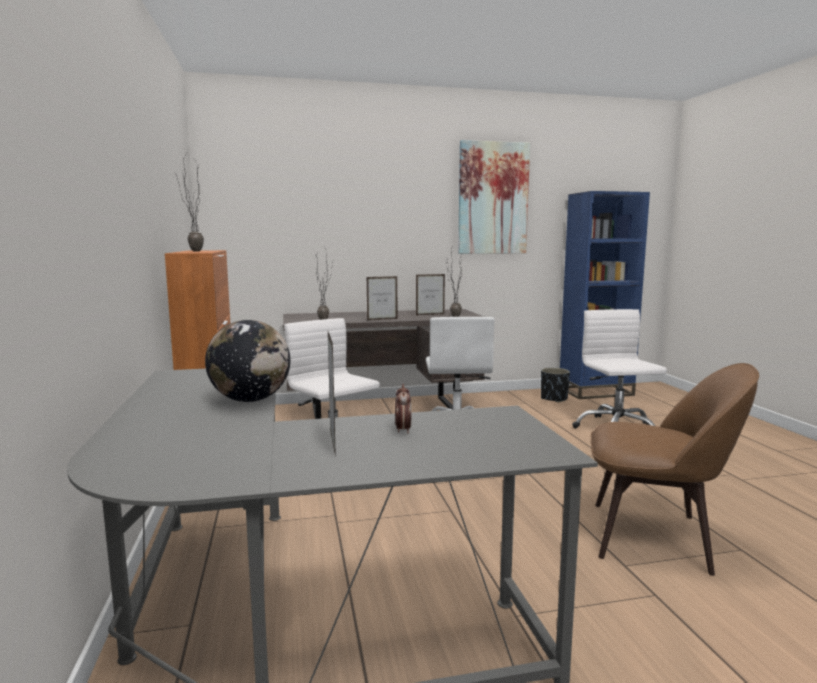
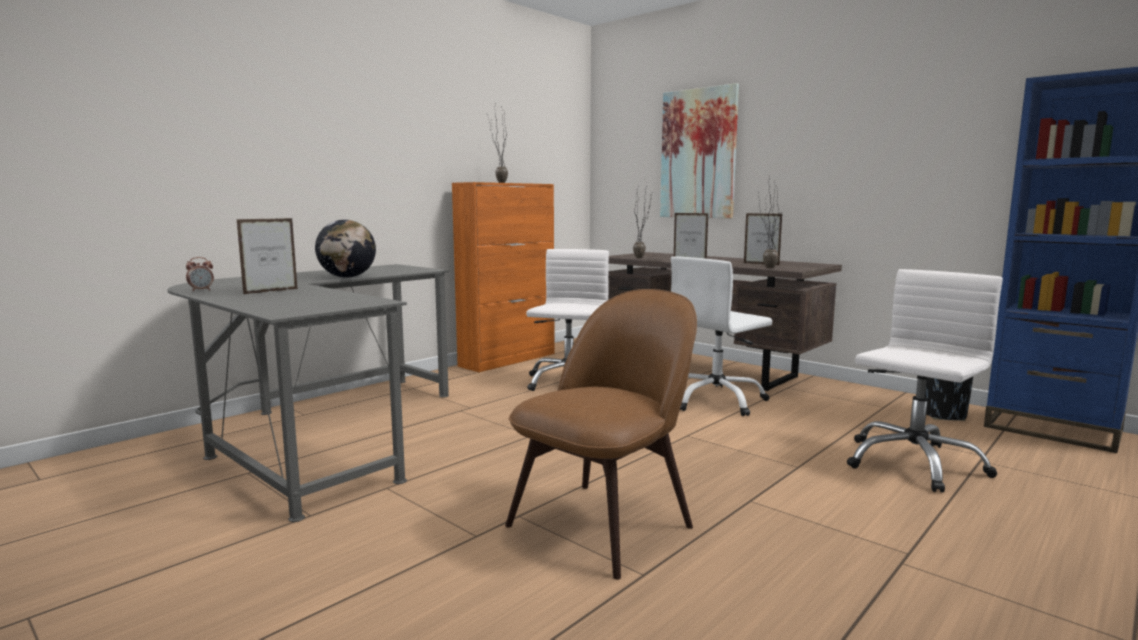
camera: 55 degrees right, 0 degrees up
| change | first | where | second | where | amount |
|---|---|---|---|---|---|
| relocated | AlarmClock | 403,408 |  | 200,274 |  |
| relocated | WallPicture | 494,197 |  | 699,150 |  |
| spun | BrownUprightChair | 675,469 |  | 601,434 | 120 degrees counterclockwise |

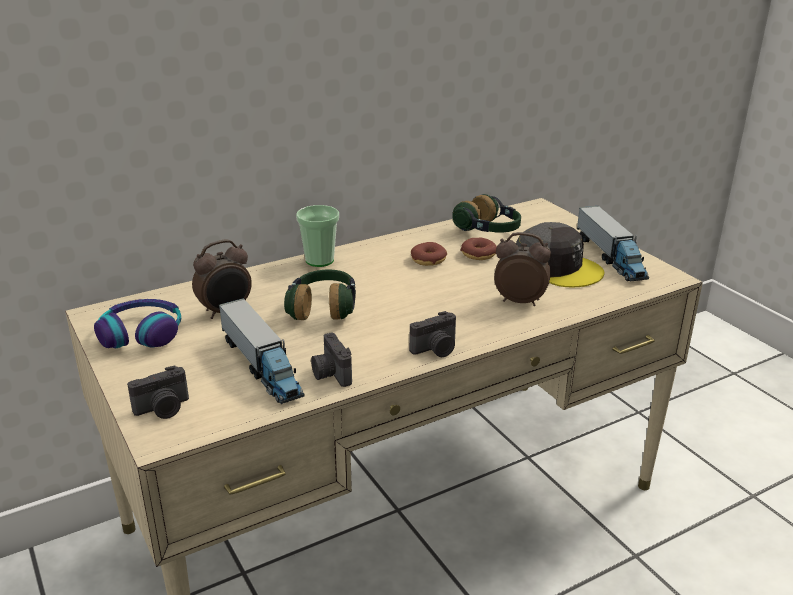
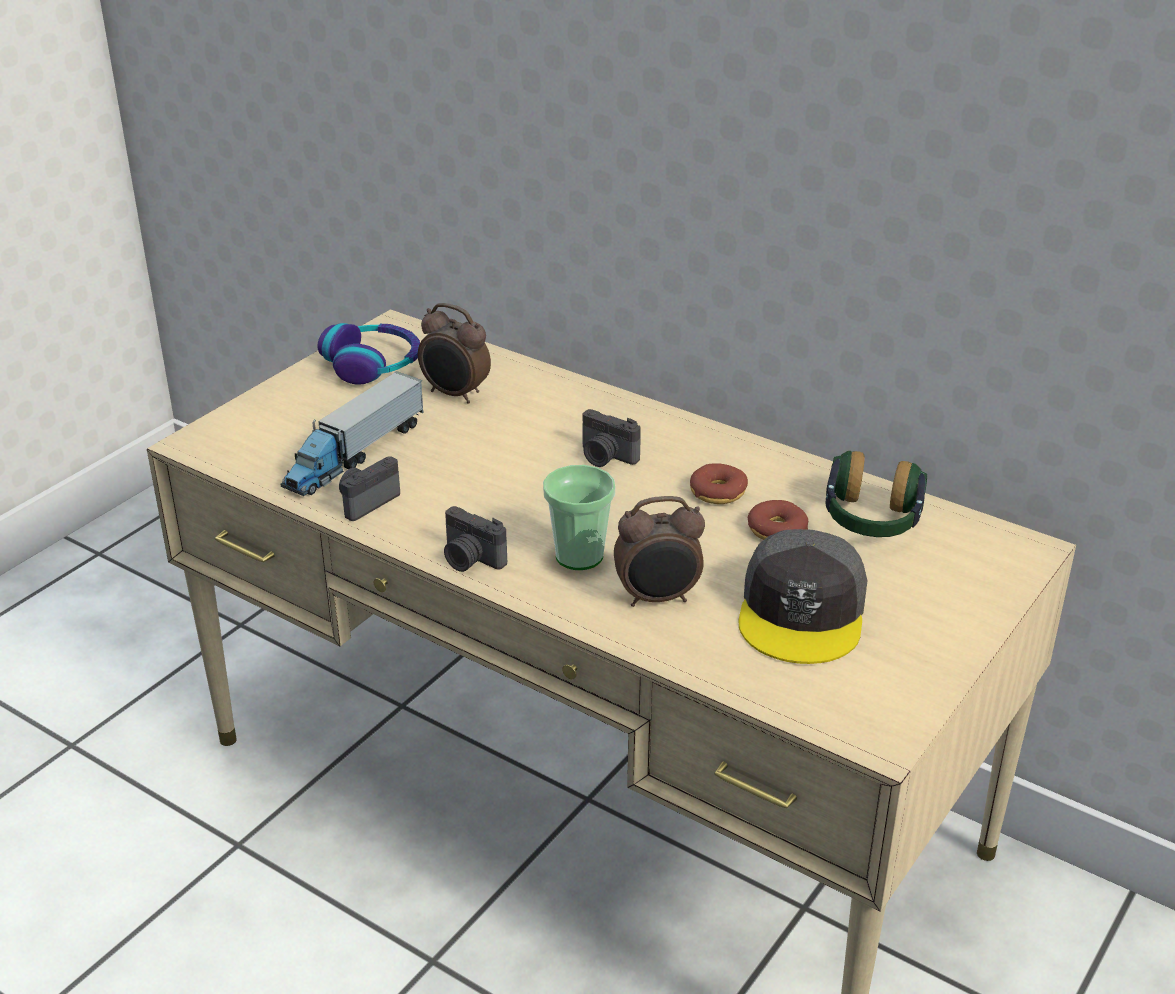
camera: 65 degrees right, 5 degrees up
| change | first | where | second | where | amount |
|---|---|---|---|---|---|
| missing | Headphones | 320,294 |  |  |  |
| missing | ToyTruck | 613,244 |  |  |  |
| relocated | PhotoCamera | 158,392 |  | 611,438 |  |
| relocated | DrinkingCup | 317,236 |  | 579,517 |  |
| spun | AlarmClock | 522,269 |  | 659,551 | 90 degrees clockwise |

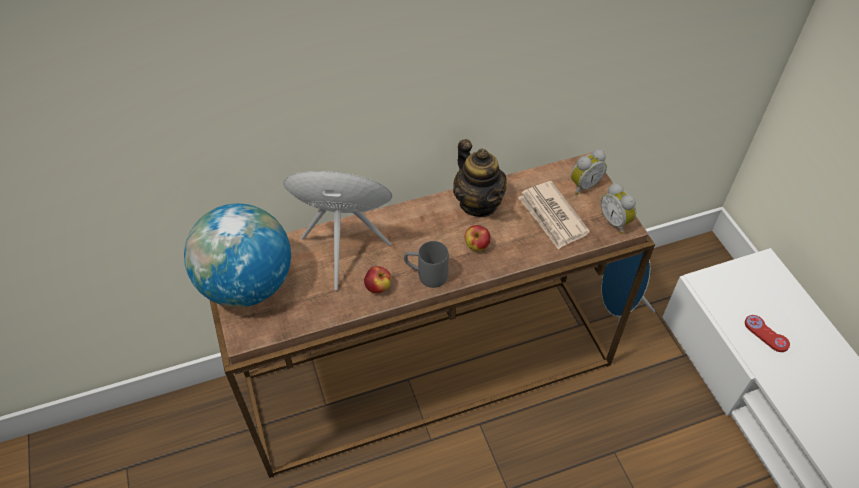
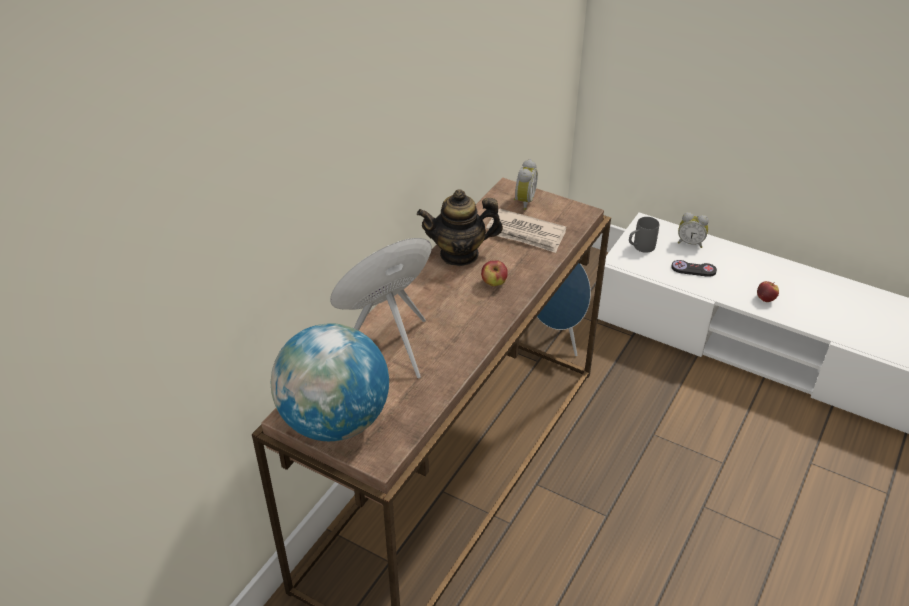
camera: 40 degrees left, 10 degrees down
| change | first | where | second | where | amount |
|---|---|---|---|---|---|
| relocated | WholeApple | 377,280 |  | 768,291 |  |
| relocated | GreyishTeaMug | 426,264 |  | 644,235 |  |
| relocated | AlarmClock | 618,208 |  | 693,230 |  |
| colour | RedGamepad | 767,333 | BlackishGamepad | 694,268 |  |
| spun | Teapot | 480,178 |  | 460,227 | 150 degrees clockwise |

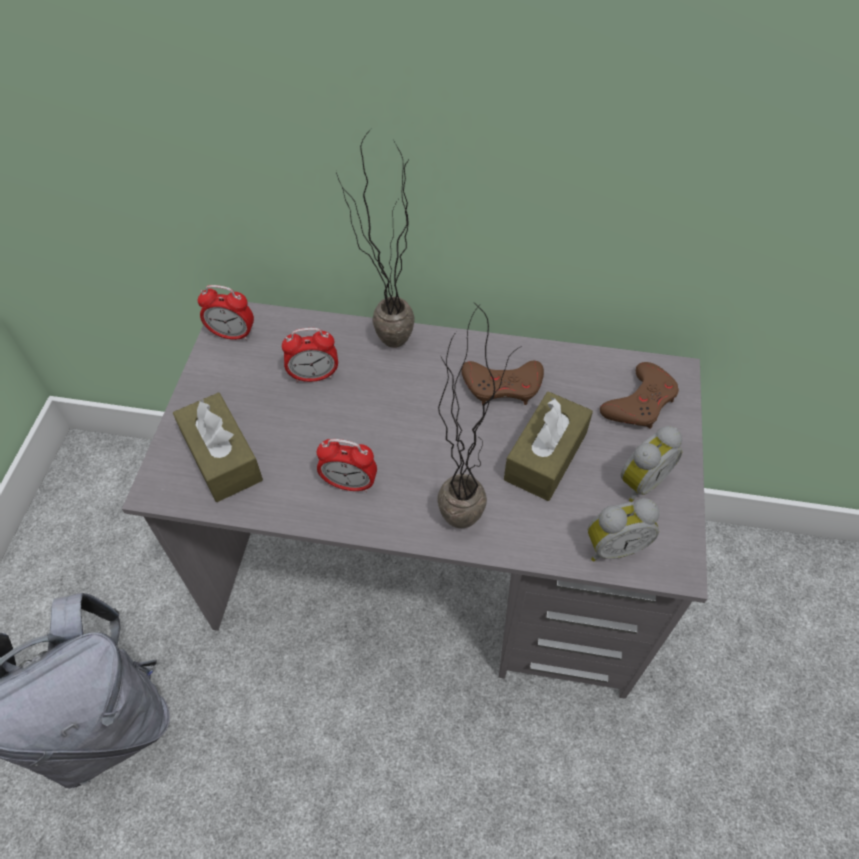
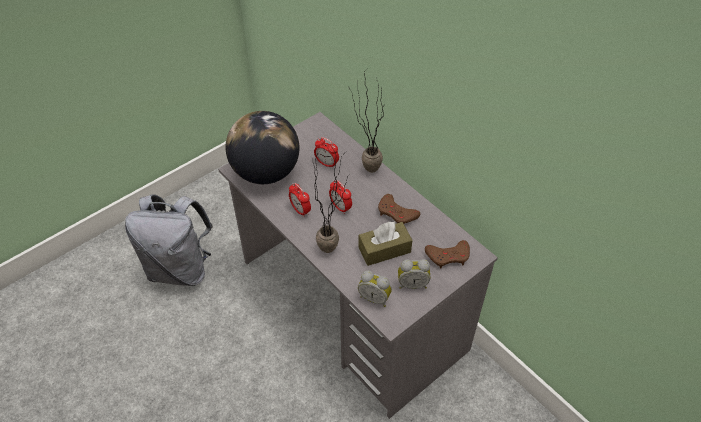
camera: 40 degrees right, 5 degrees down
| change | first | where | second | where | amount |
|---|---|---|---|---|---|
| relocated | AlarmClock | 226,313 |  | 340,197 |  |
| exchanged | BrownBoxOfTissues | 218,447 | DeskGlobe | 263,147 |  |

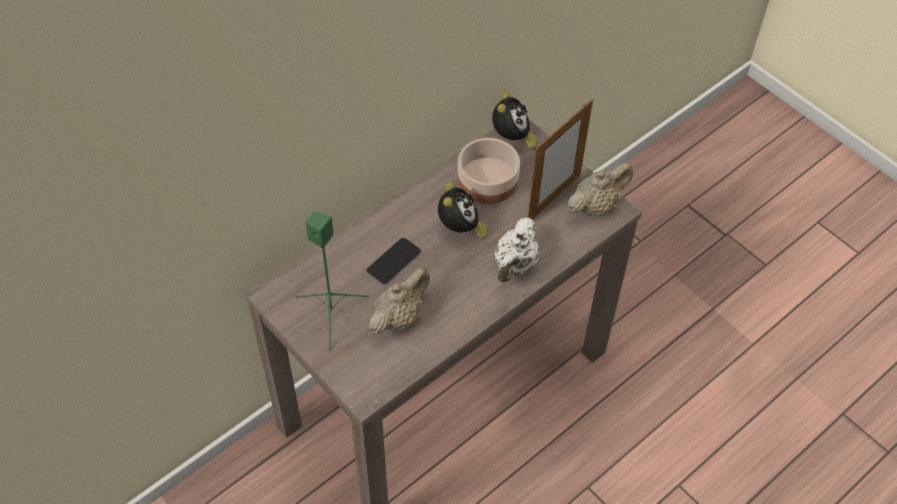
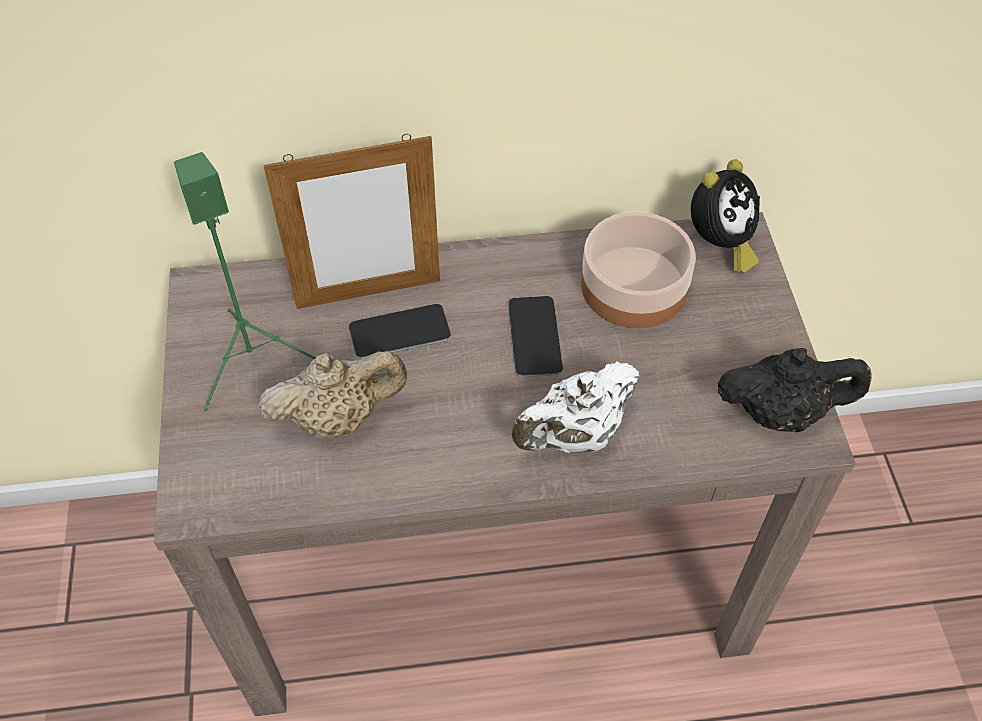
camera: 35 degrees right, 0 degrees up
| change | first | where | second | where | amount |
|---|---|---|---|---|---|
| relocated | PictureFrame | 560,159 |  | 352,221 |  |
| exchanged | AlarmClock | 462,210 | Telephone | 535,336 |  |
| colour | SandColouredTeapot | 600,189 | BlackishTeapot | 795,390 |  |

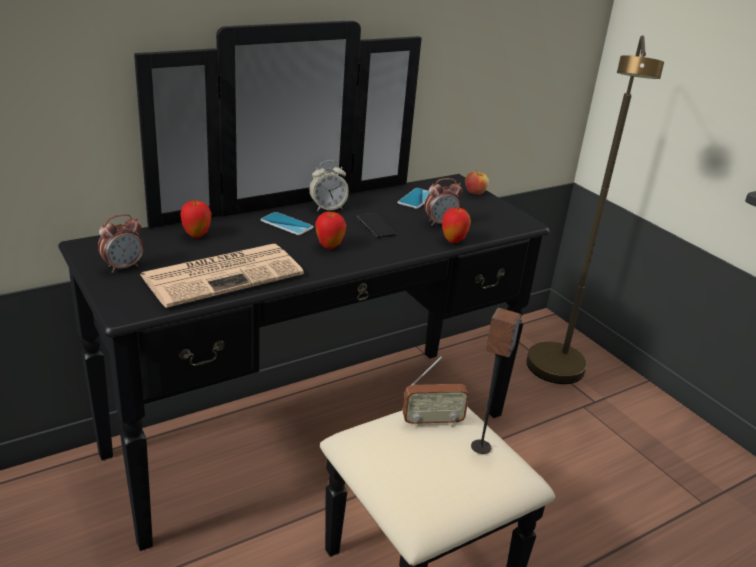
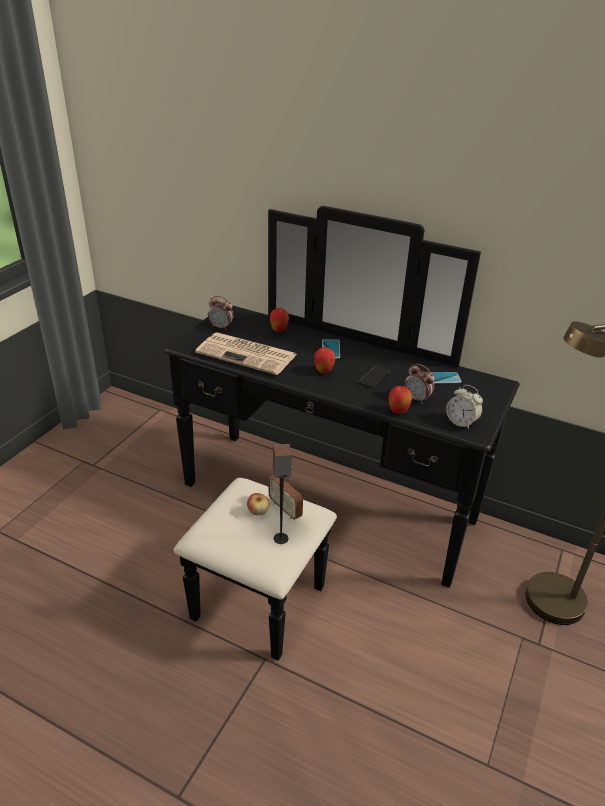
camera: 60 degrees right, 5 degrees up
| change | first | where | second | where | amount |
|---|---|---|---|---|---|
| relocated | AlarmClock | 329,185 |  | 464,407 |  |
| relocated | WholeApple | 477,182 |  | 258,504 |  |

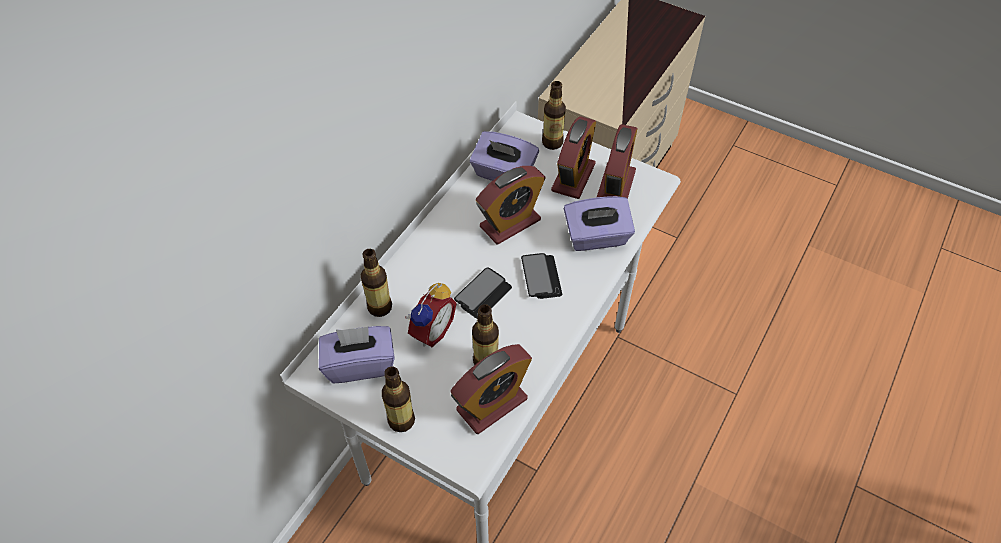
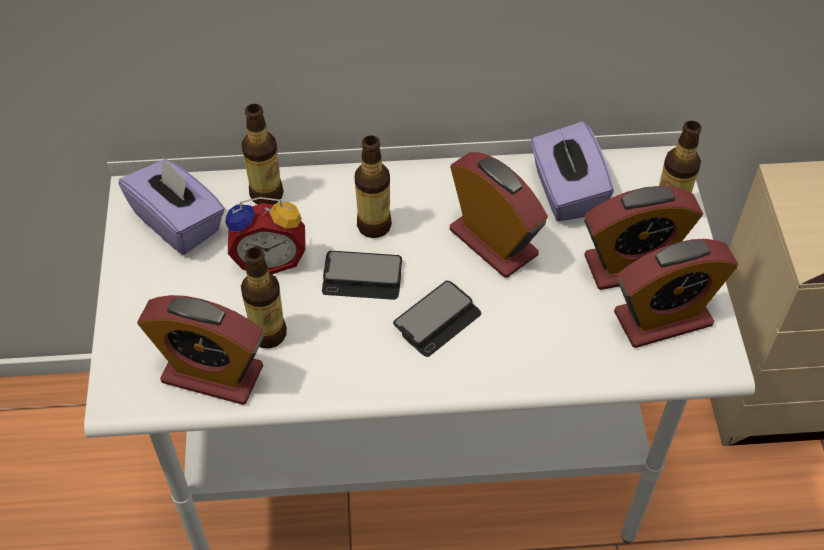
camera: 55 degrees right, 0 degrees up
| change | first | where | second | where | amount |
|---|---|---|---|---|---|
| missing | PurpleColouredBoxOfTissues | 599,223 |  |  |  |
| relocated | BeverageBottle | 398,399 |  | 373,186 |  |
| spun | AlarmClock | 510,205 |  | 499,215 | 150 degrees counterclockwise |

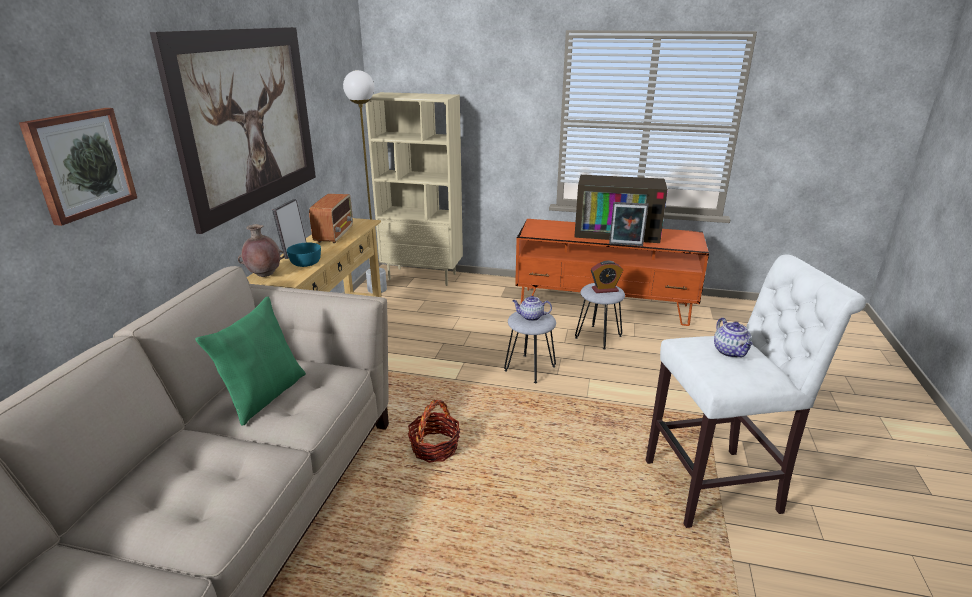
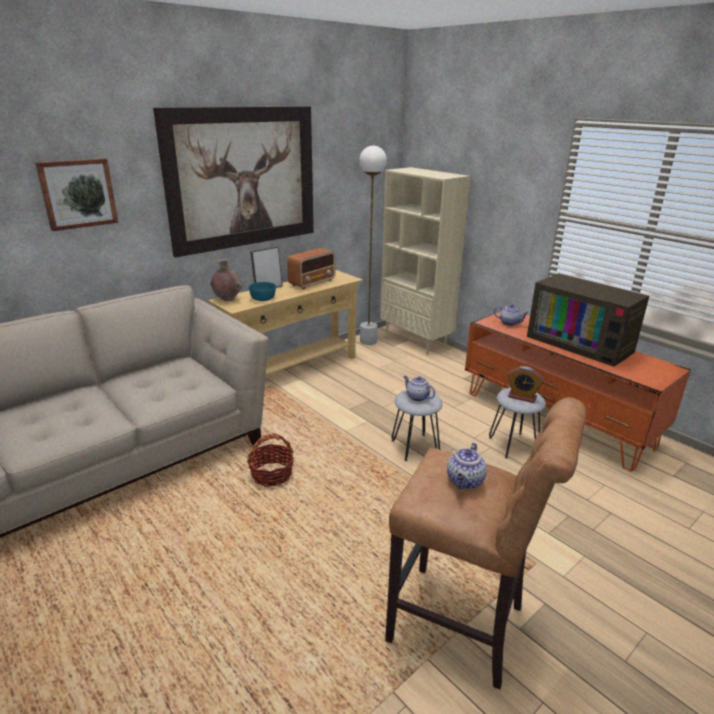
camera: 35 degrees right, 0 degrees up
| change | first | where | second | where | amount |
|---|---|---|---|---|---|
| missing | GreenColouredThrowPillow | 250,361 |  |  |  |
| missing | PictureFrame | 629,224 |  |  |  |
| appeared |  |  | Teapot | 511,315 |  |
| colour | WhitishStoolSeat | 756,391 | BrownStoolSeat | 485,543 |  |

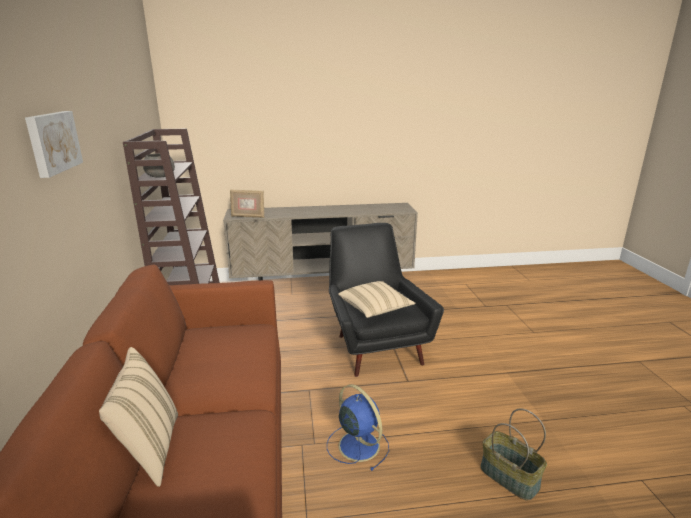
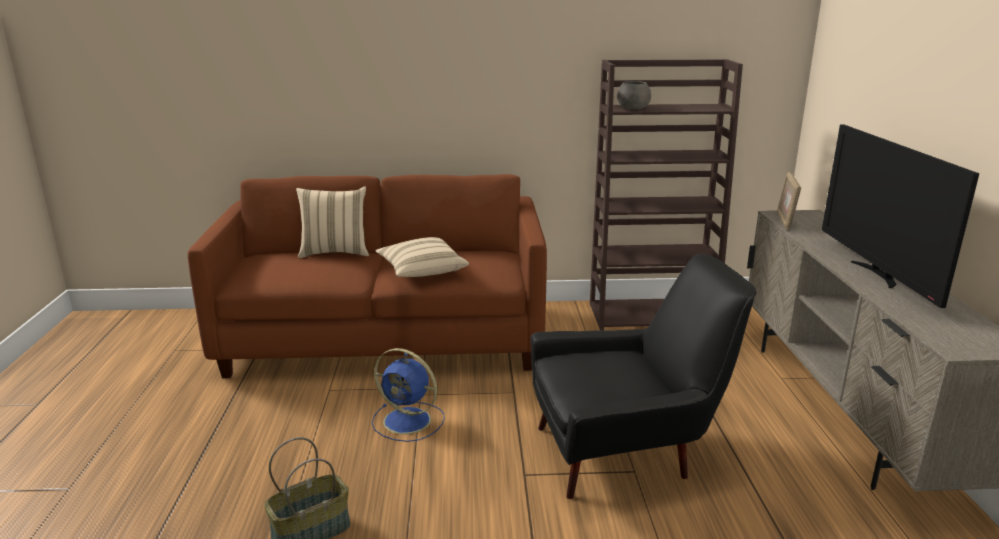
camera: 95 degrees right, 0 degrees up
| change | first | where | second | where | amount |
|---|---|---|---|---|---|
| missing | WallPicture | 54,144 |  |  |  |
| appeared |  |  | TvSet | 901,216 |  |
| relocated | SandColouredThrowPillow | 377,299 |  | 422,257 |  |
| spun | BlueFan | 358,427 |  | 408,395 | 60 degrees clockwise |

